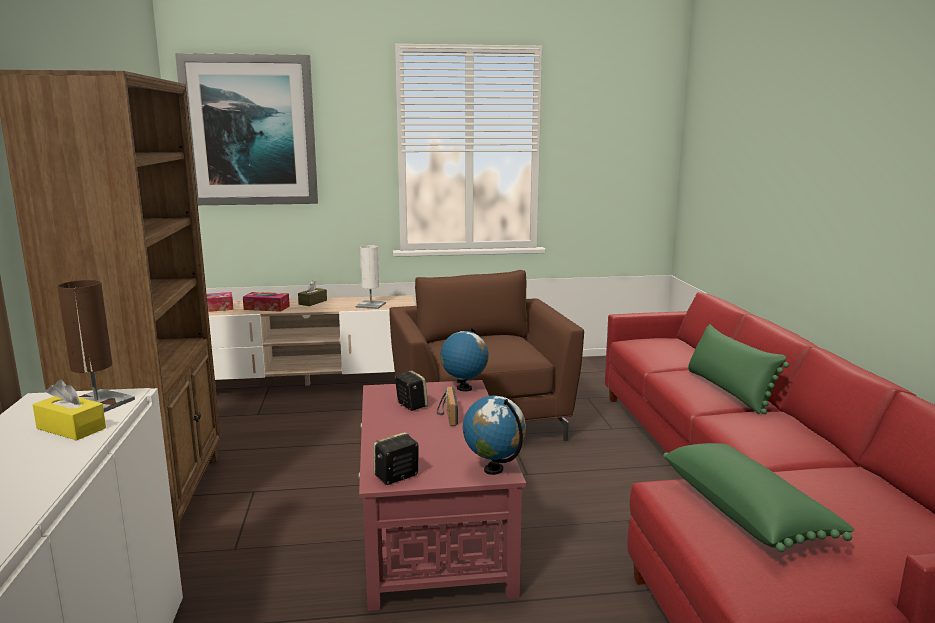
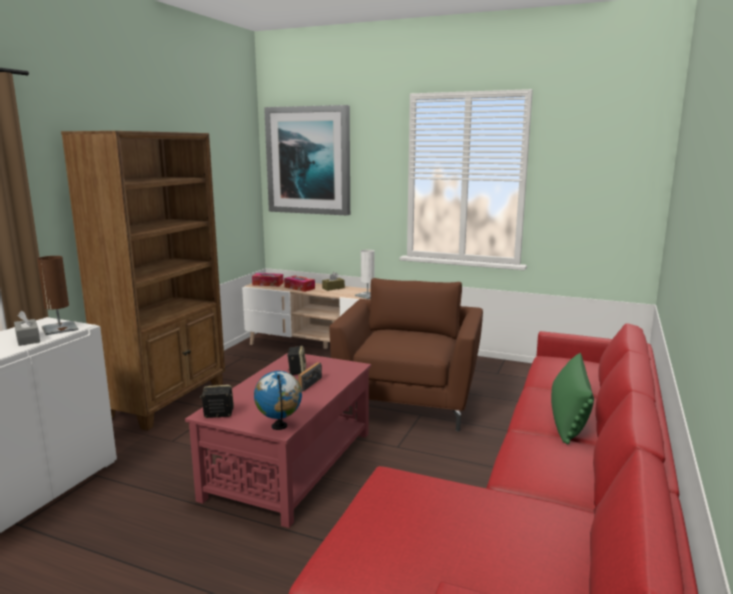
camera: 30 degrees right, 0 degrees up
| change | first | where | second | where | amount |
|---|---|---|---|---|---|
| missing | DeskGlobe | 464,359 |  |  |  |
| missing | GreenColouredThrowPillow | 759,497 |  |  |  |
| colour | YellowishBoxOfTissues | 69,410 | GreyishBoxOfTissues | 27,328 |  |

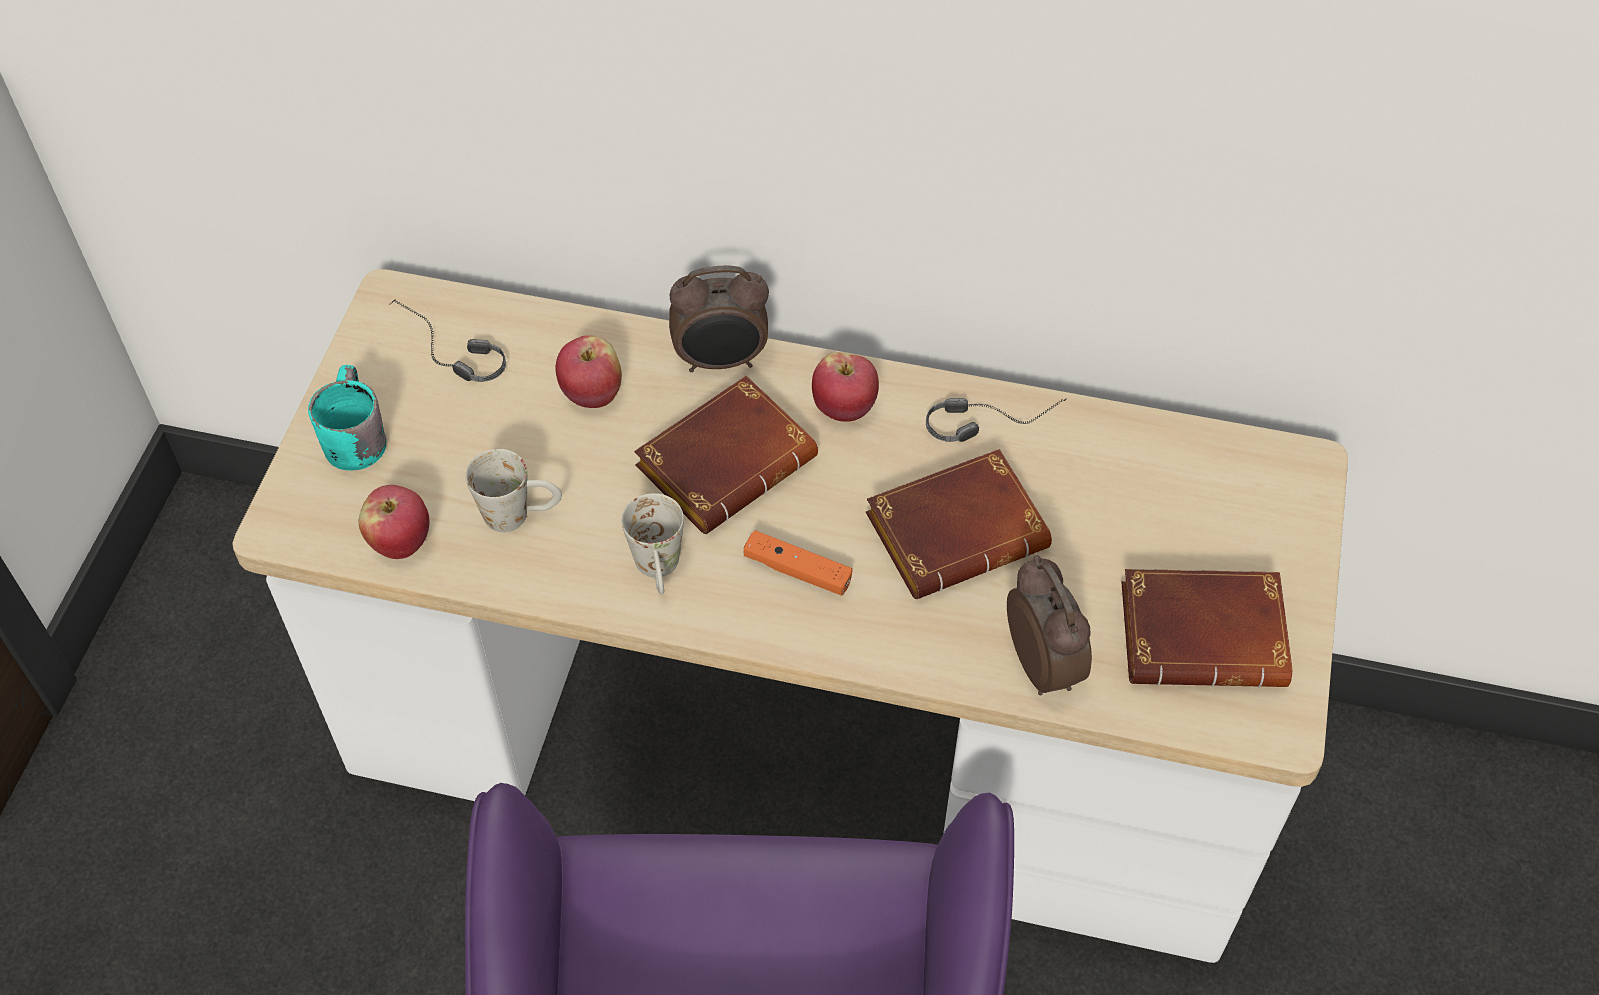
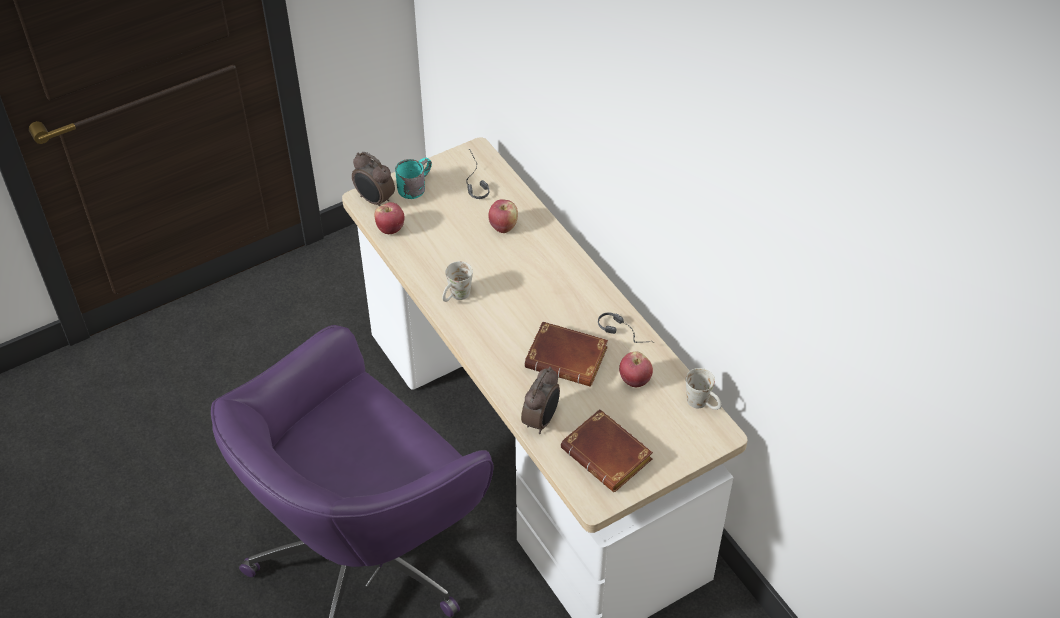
camera: 45 degrees right, 5 degrees down
| change | first | where | second | where | amount |
|---|---|---|---|---|---|
| missing | BrownBook | 726,455 |  |  |  |
| missing | OrangeColouredGamepad | 798,563 |  |  |  |
| relocated | WhitishTeaMug | 513,490 |  | 704,389 |  |
| relocated | AlarmClock | 719,318 |  | 373,179 |  |
| relocated | WholeApple | 845,387 |  | 636,369 |  |

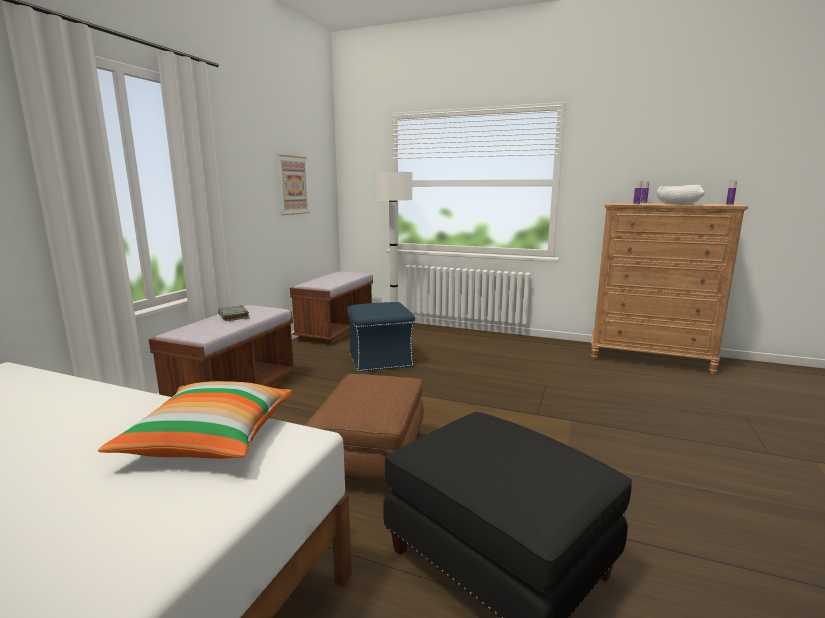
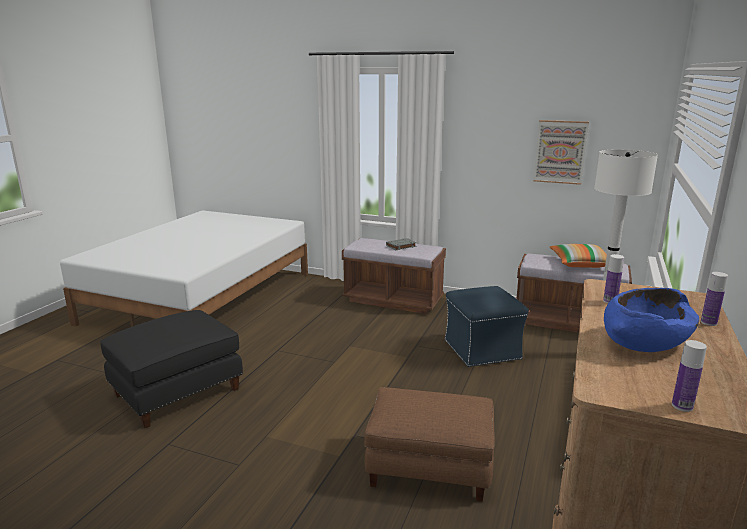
camera: 90 degrees right, 5 degrees up
| change | first | where | second | where | amount |
|---|---|---|---|---|---|
| relocated | ThrowPillow | 195,420 |  | 578,256 |  |
| relocated | BrownFootrest | 364,427 |  | 429,444 |  |
| colour | WhitishServingBowl | 680,195 | BlueServingBowl | 651,320 |  |

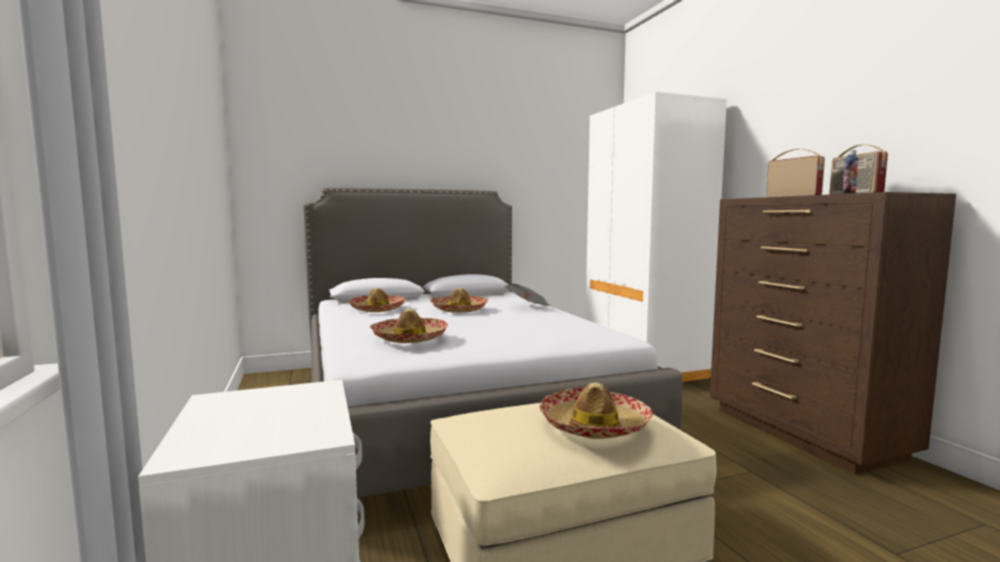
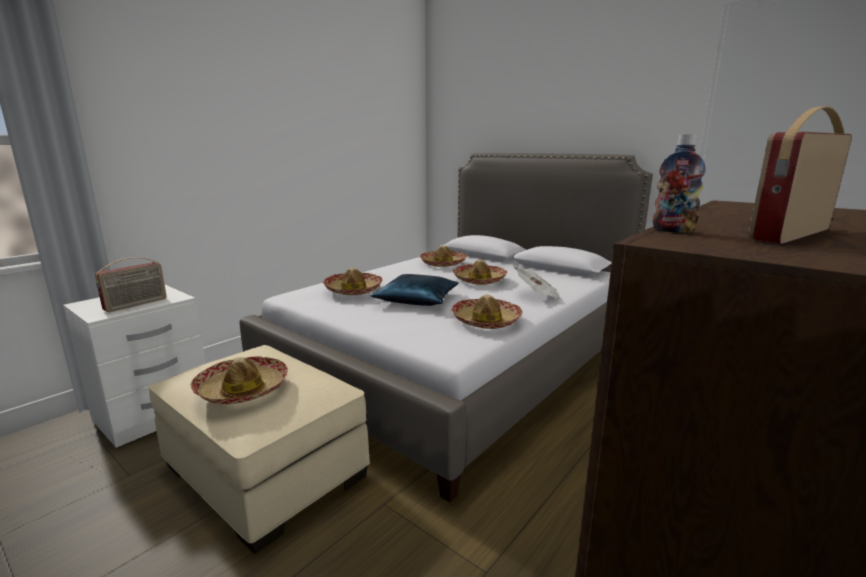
camera: 60 degrees right, 10 degrees up
| change | first | where | second | where | amount |
|---|---|---|---|---|---|
| appeared |  |  | BlueThrowPillow | 414,290 |  |
| appeared |  |  | WearableHat | 486,312 |  |
| relocated | RadioReceiver | 795,173 |  | 131,284 |  |

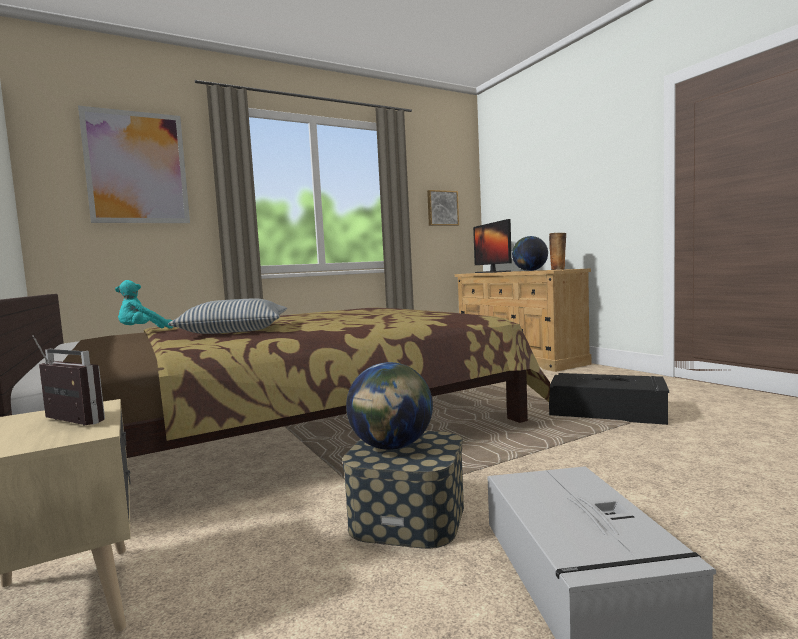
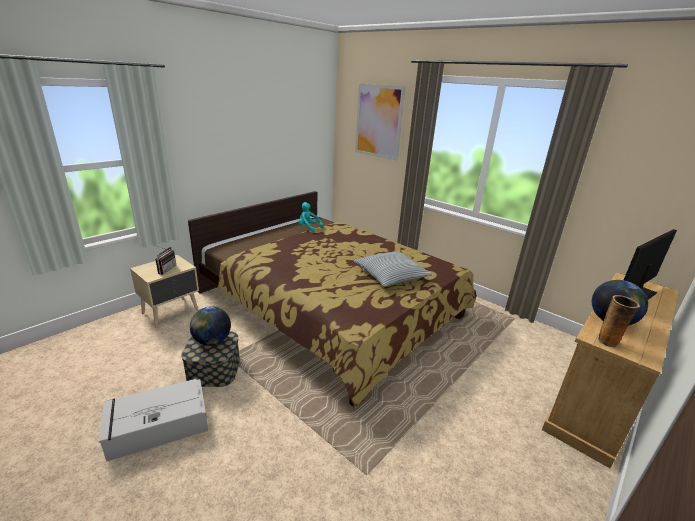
camera: 70 degrees right, 20 degrees up
| change | first | where | second | where | amount |
|---|---|---|---|---|---|
| missing | WallPicture | 443,208 |  |  |  |
| missing | BlackishStorageContainer | 609,399 |  |  |  |
| relocated | ThrowPillow | 227,316 |  | 393,268 |  |

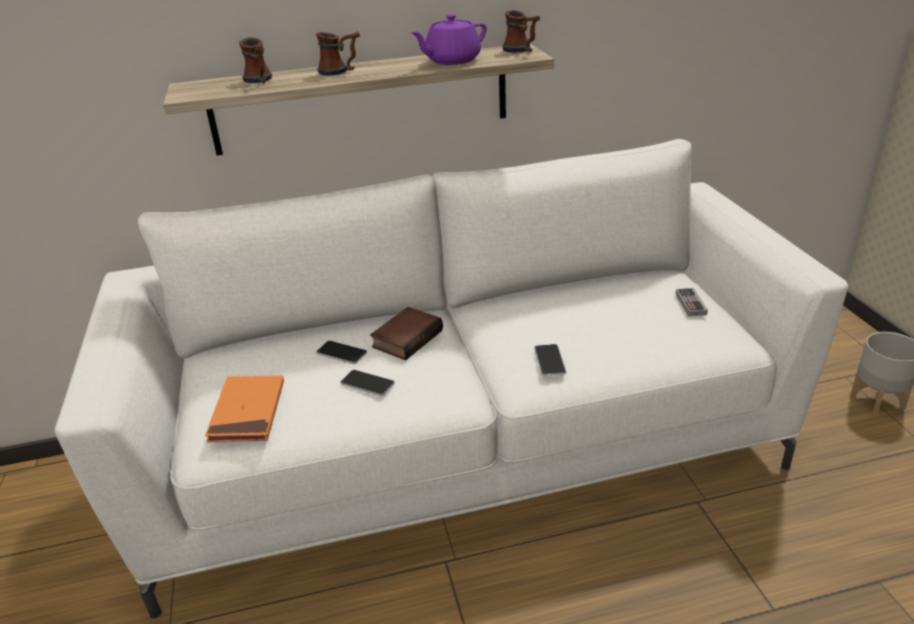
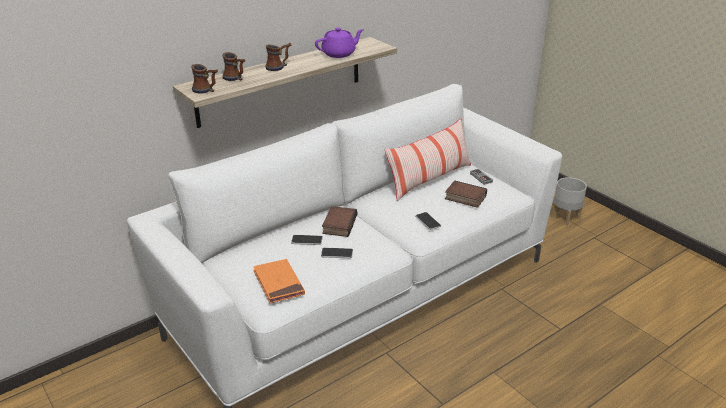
camera: 25 degrees left, 0 degrees up
| change | first | where | second | where | amount |
|---|---|---|---|---|---|
| appeared |  |  | ThrowPillow | 428,159 |  |
| appeared |  |  | Book | 466,194 |  |
| relocated | TeaMug | 521,31 |  | 204,79 |  |
| spun | PurpleColouredTeapot | 449,39 |  | 339,43 | 150 degrees counterclockwise |

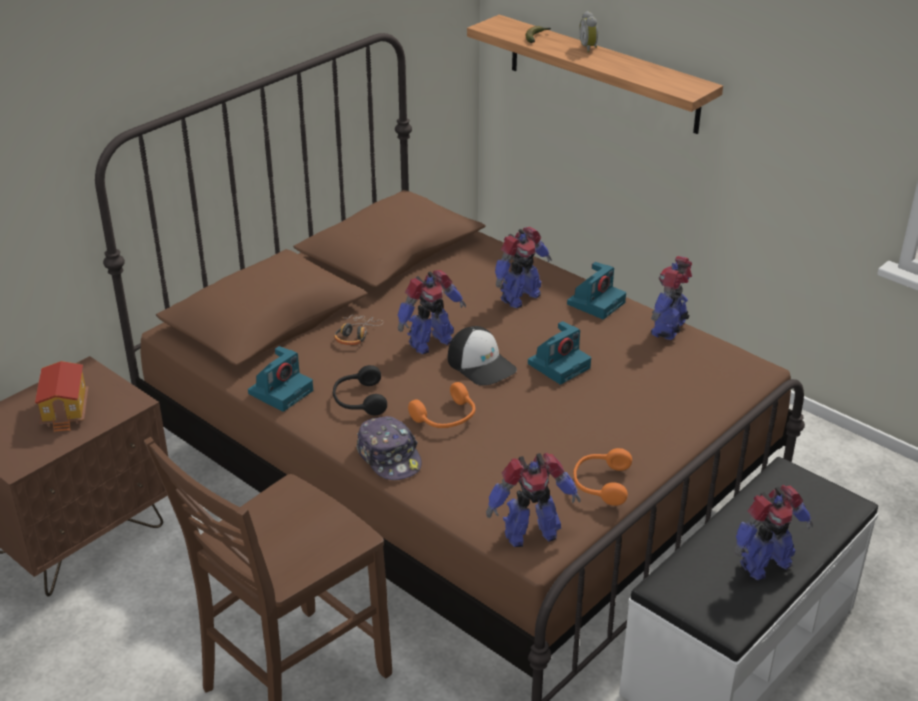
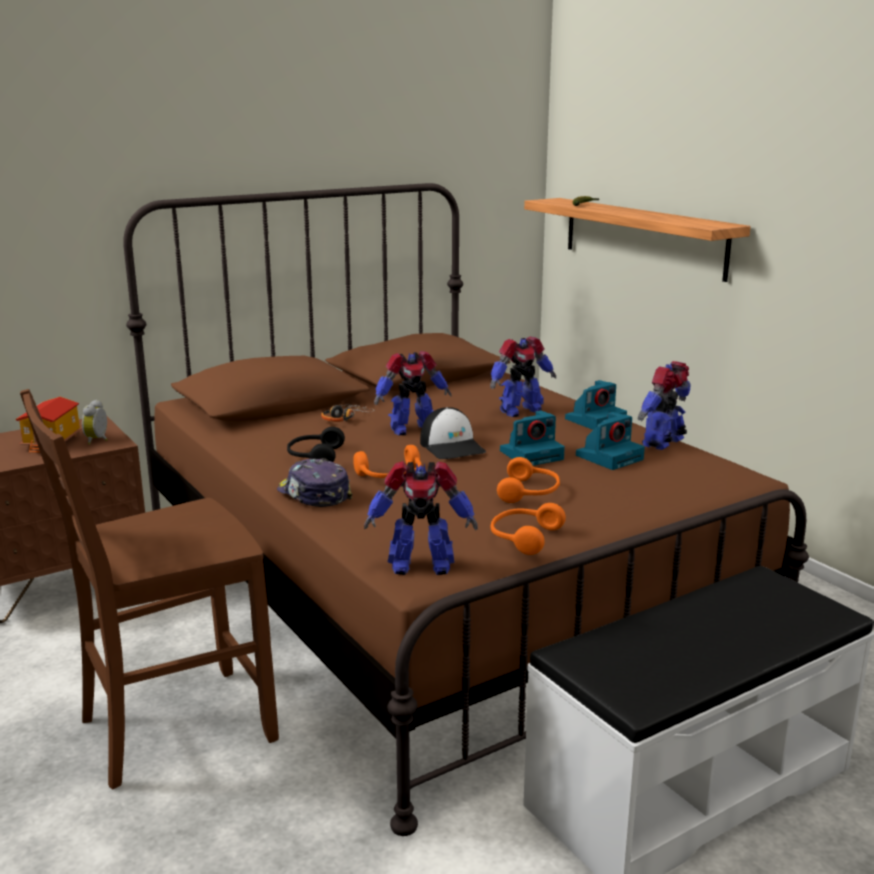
camera: 15 degrees right, 15 degrees down
| change | first | where | second | where | amount |
|---|---|---|---|---|---|
| missing | ModelRobot | 773,532 |  |  |  |
| appeared |  |  | OrangeColouredHeadphones | 528,480 |  |
| relocated | PhotoCamera | 280,379 |  | 610,441 |  |
| relocated | AlarmClock | 588,32 |  | 95,422 |  |
| spun | Cap | 389,448 |  | 314,482 | 150 degrees clockwise |

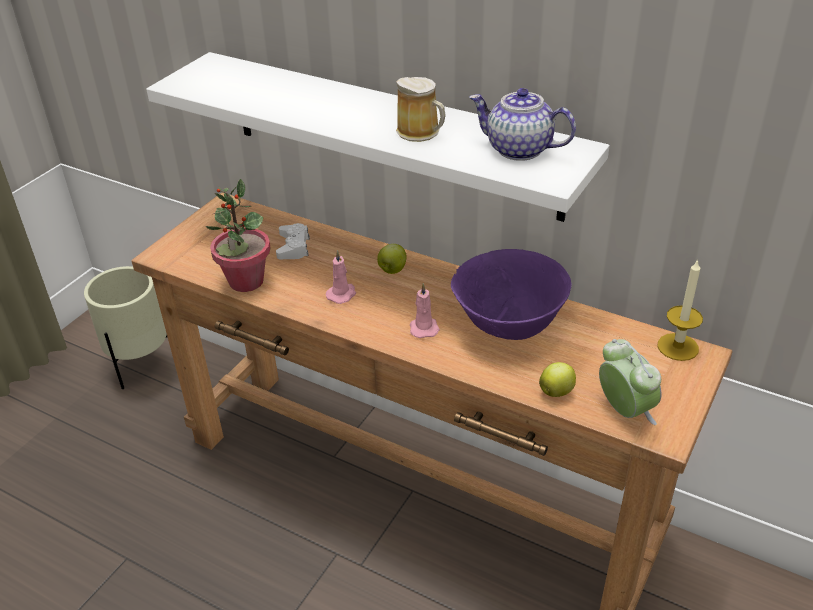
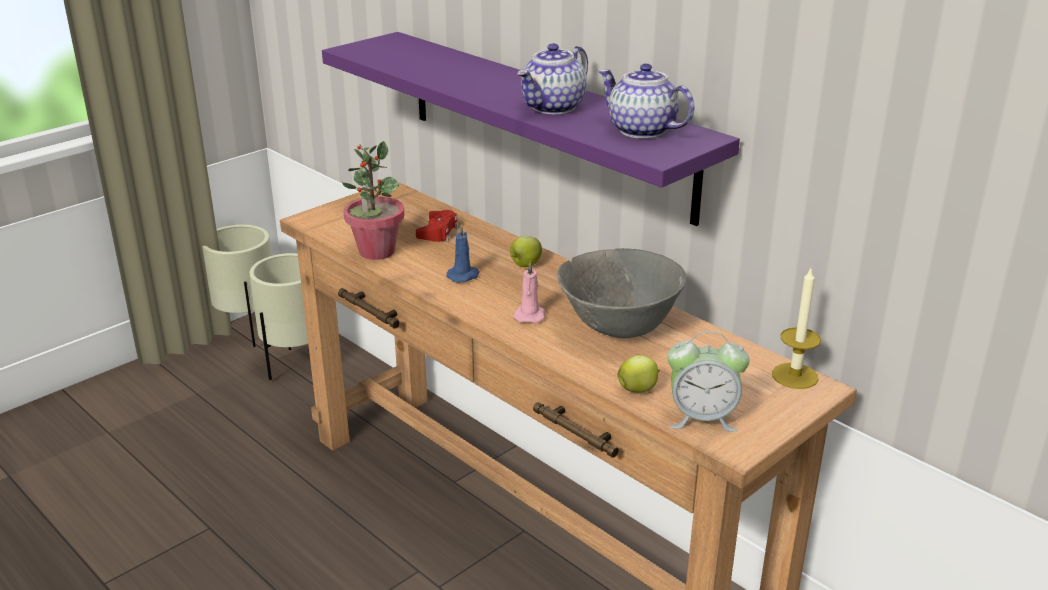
camera: 15 degrees right, 10 degrees down
| change | first | where | second | where | amount |
|---|---|---|---|---|---|
| appeared |  |  | SandColouredPlanter | 237,285 |  |
| exchanged | TeaMug | 421,109 | Teapot | 552,78 |  |
| colour | WhitishBracketShelf | 378,137 | PurpleColouredBracketShelf | 531,129 |  |
| colour | WhitishGamepad | 293,241 | RedGamepad | 437,226 |  |
| colour | PinkishWaxCandle | 341,277 | BlueWaxCandle | 463,253 |  |
| colour | PurpleColouredServingBowl | 511,294 | GreyishServingBowl | 622,293 |  |
| spun | AlarmClock | 630,382 |  | 708,381 | 105 degrees clockwise |

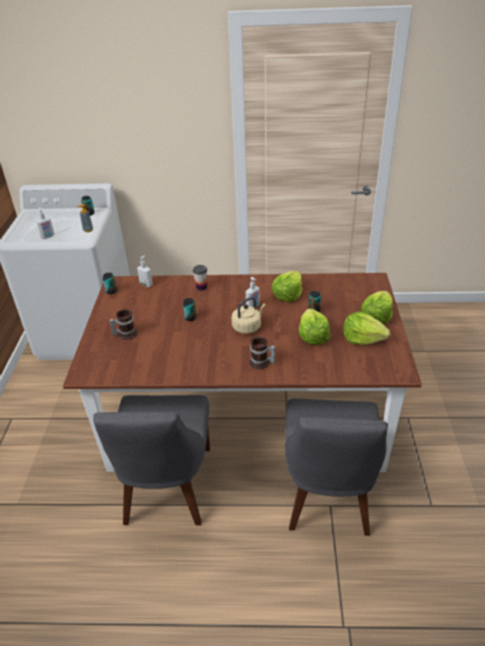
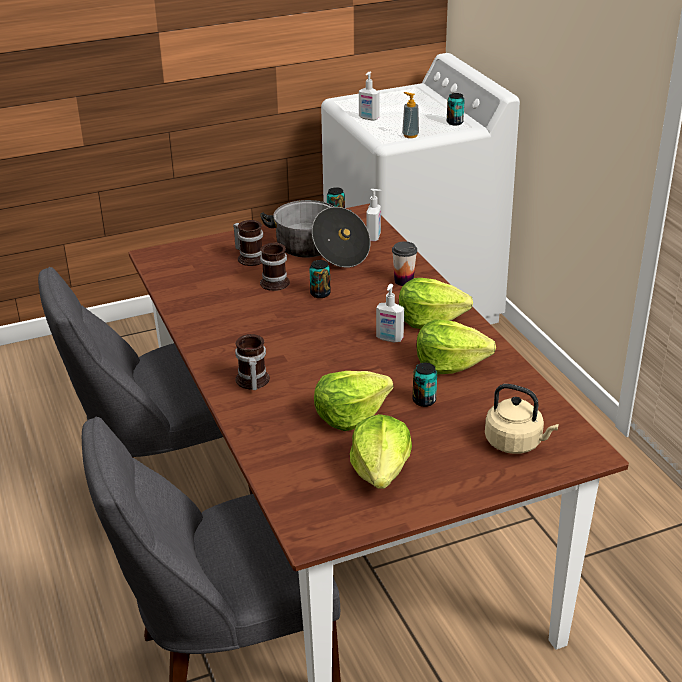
camera: 65 degrees right, 5 degrees down
| change | first | where | second | where | amount |
|---|---|---|---|---|---|
| appeared |  |  | Saucepot | 315,234 |  |
| appeared |  |  | TeaMug | 275,267 |  |
| relocated | SandColouredTeaKettle | 249,315 |  | 522,419 |  |
| relocated | LettuceHead | 377,307 |  | 436,303 |  |

